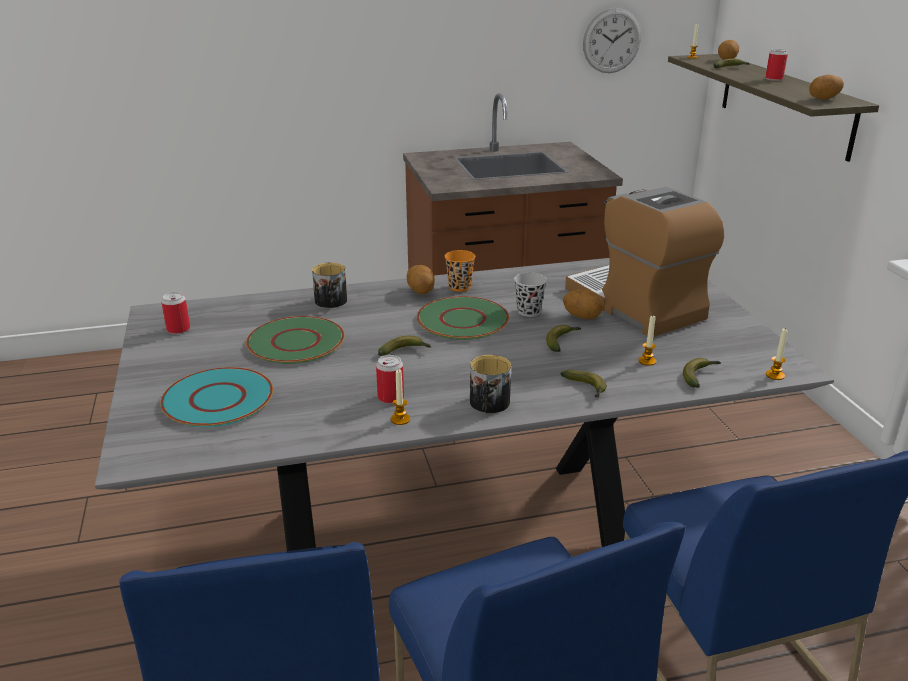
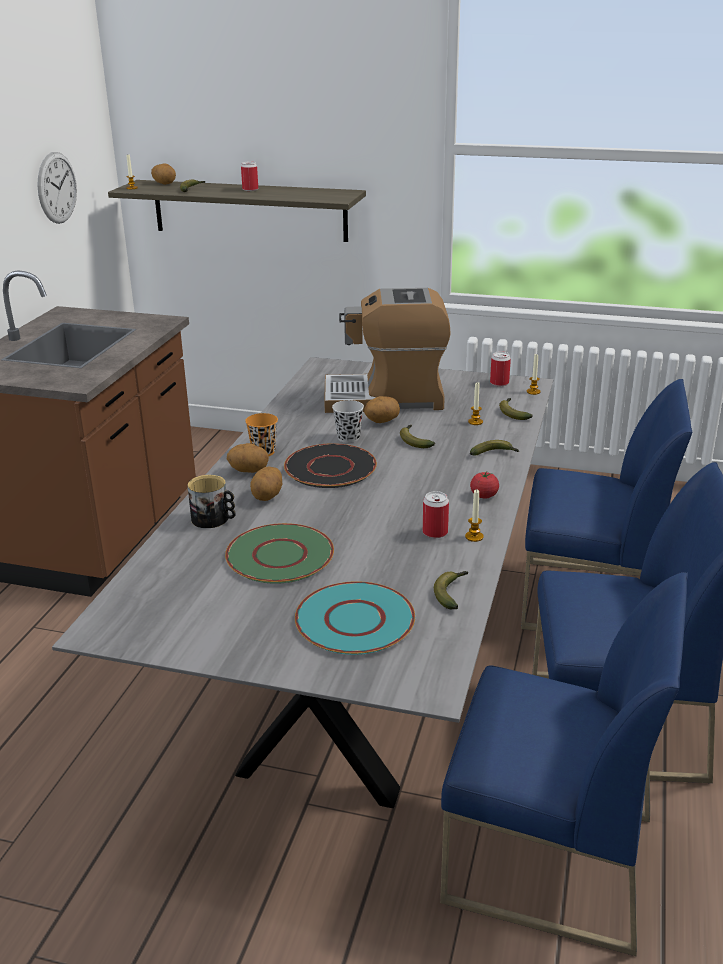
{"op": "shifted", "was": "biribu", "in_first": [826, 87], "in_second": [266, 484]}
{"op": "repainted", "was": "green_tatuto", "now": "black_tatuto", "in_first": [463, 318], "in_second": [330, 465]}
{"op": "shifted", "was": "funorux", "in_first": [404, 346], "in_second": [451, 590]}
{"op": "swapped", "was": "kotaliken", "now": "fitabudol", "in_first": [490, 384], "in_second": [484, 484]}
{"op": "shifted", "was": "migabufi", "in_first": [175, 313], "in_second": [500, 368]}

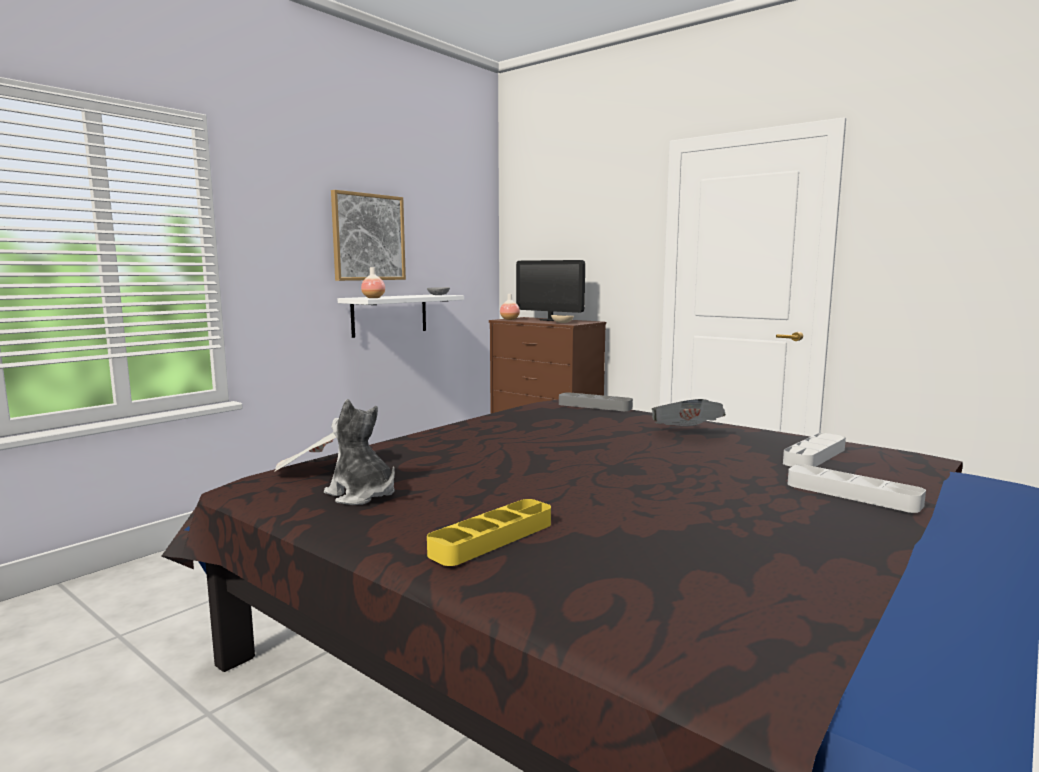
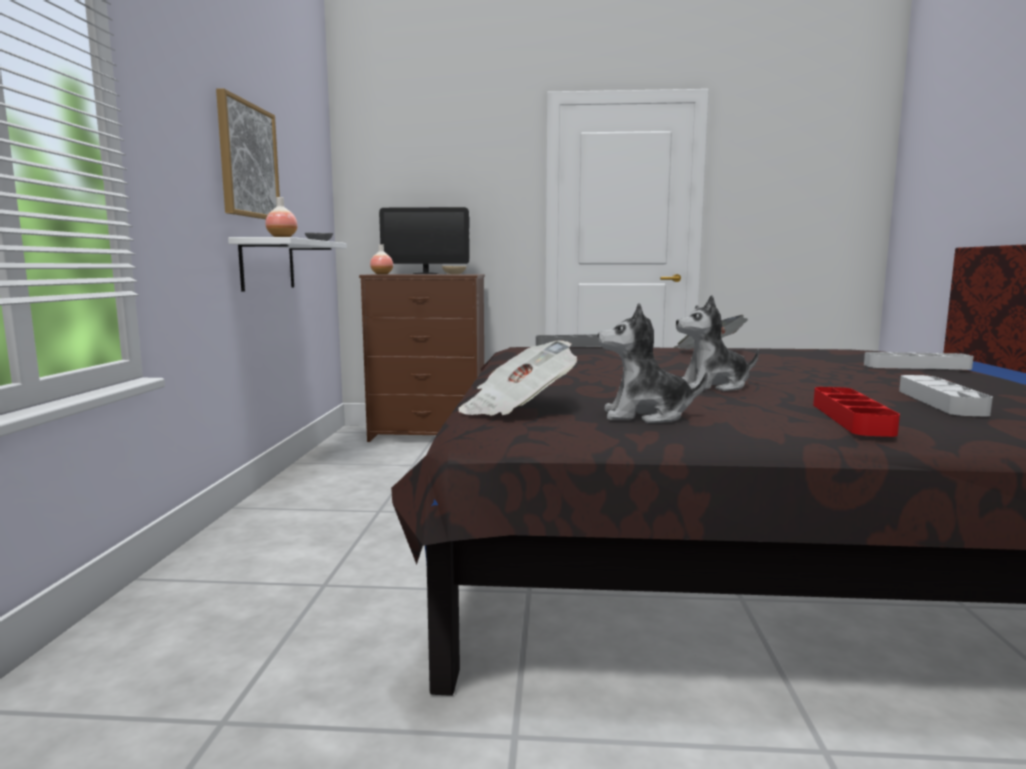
{"op": "new", "now": "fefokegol", "in_second": [717, 343]}
{"op": "repainted", "was": "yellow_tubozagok", "now": "red_tubozagok", "in_first": [489, 532], "in_second": [856, 412]}
{"op": "shifted", "was": "grey_tubozagok", "in_first": [814, 450], "in_second": [946, 396]}

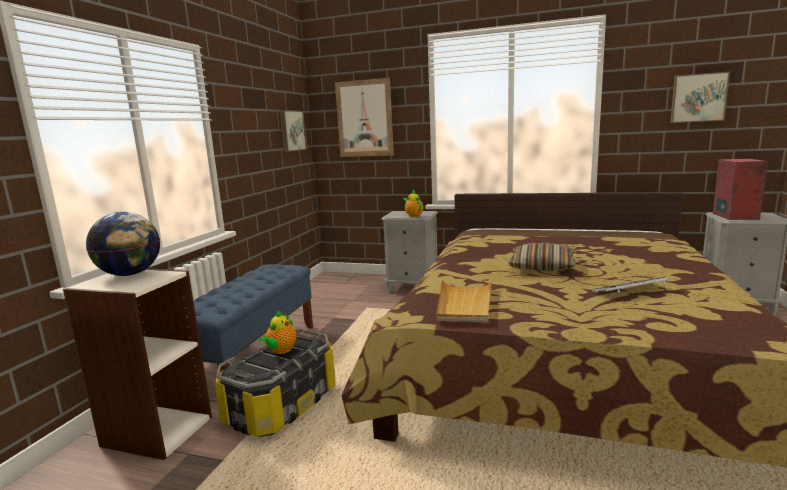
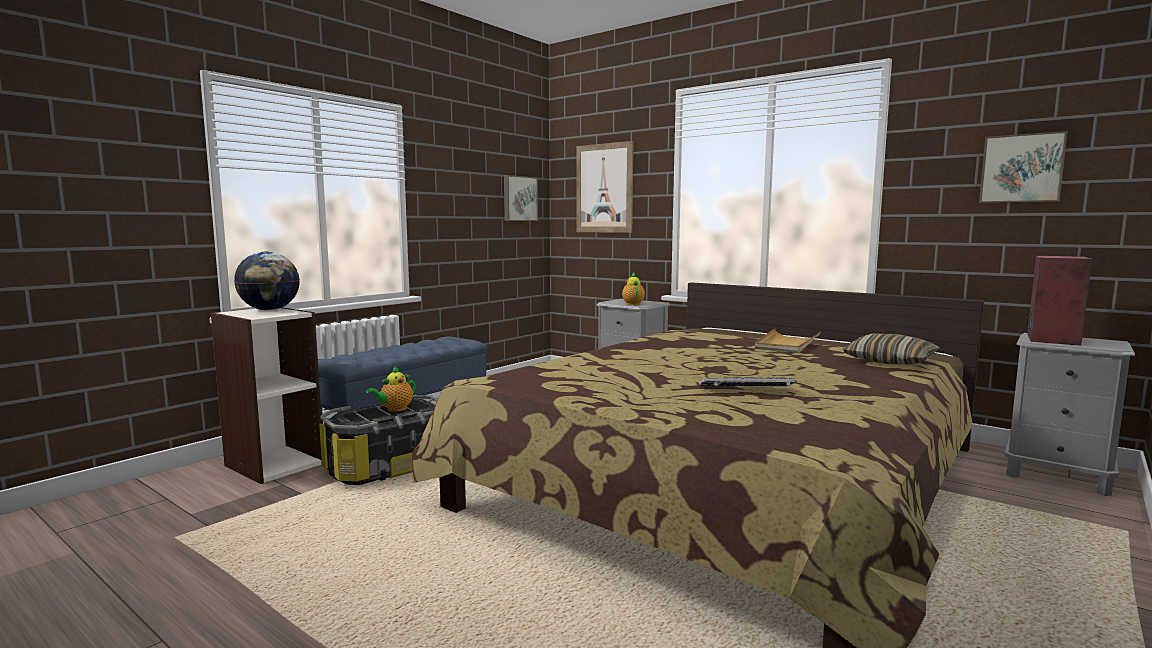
{"op": "shifted", "was": "beige_tubozagok", "in_first": [464, 301], "in_second": [788, 341]}
{"op": "shifted", "was": "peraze", "in_first": [542, 256], "in_second": [891, 349]}

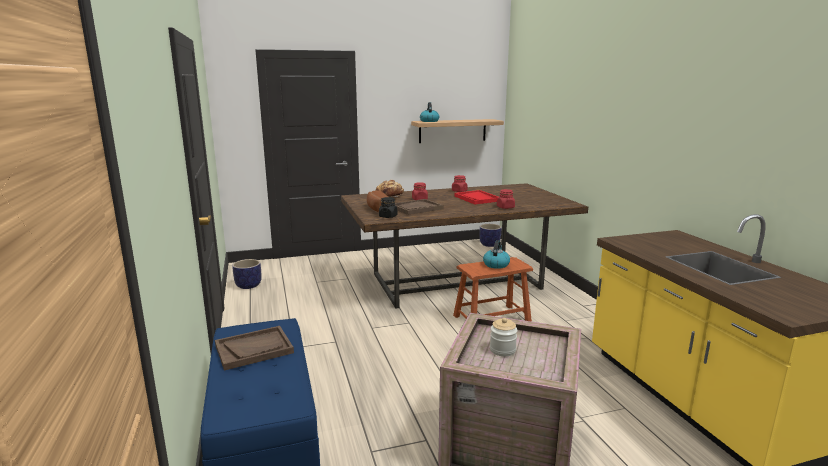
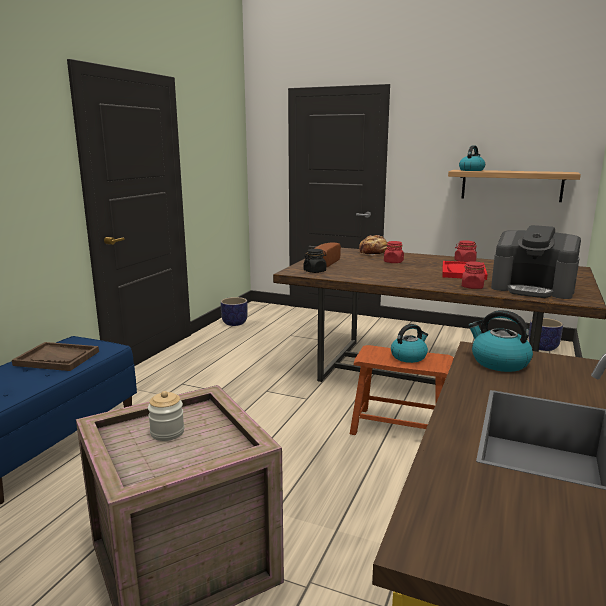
{"op": "new", "now": "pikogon", "in_second": [500, 341]}
{"op": "new", "now": "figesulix", "in_second": [536, 262]}
{"op": "gone", "was": "brown_tubozagok", "in_first": [419, 207]}

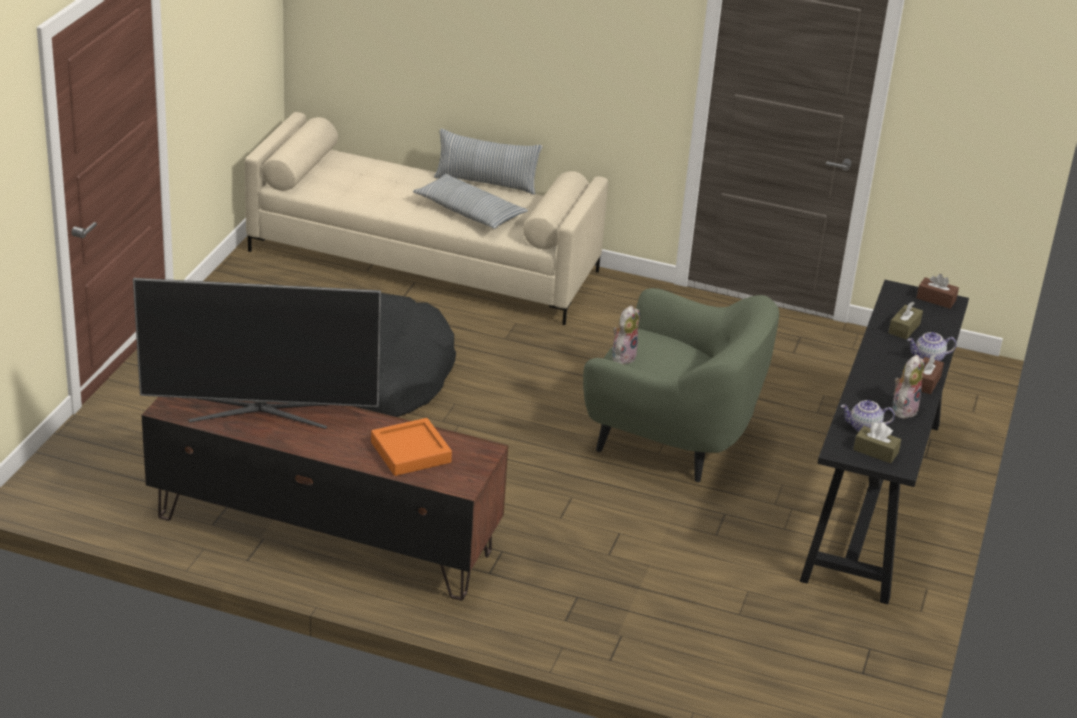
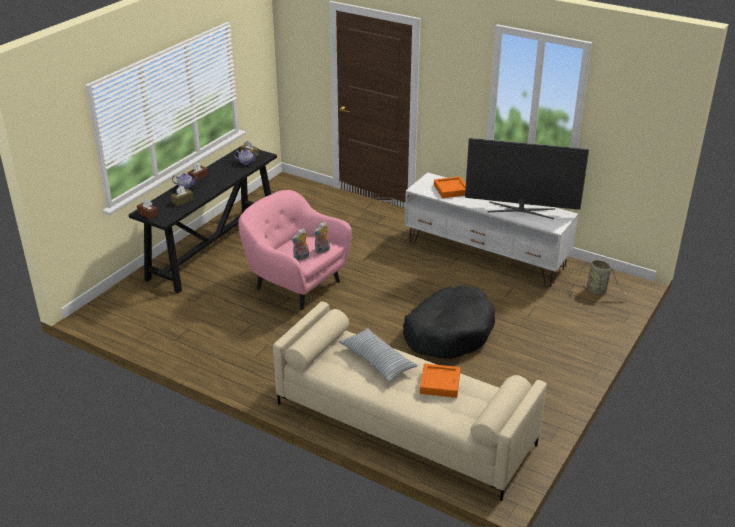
{"op": "repainted", "was": "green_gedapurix", "now": "pink_gedapurix", "in_first": [681, 385], "in_second": [295, 250]}
{"op": "shifted", "was": "fefokegol", "in_first": [908, 387], "in_second": [300, 244]}
{"op": "repainted", "was": "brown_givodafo", "now": "white_givodafo", "in_first": [325, 499], "in_second": [491, 229]}
{"op": "new", "now": "orange_tubozagok", "in_second": [440, 380]}
{"op": "new", "now": "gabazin", "in_second": [601, 277]}
{"op": "gone", "was": "peraze", "in_first": [488, 161]}

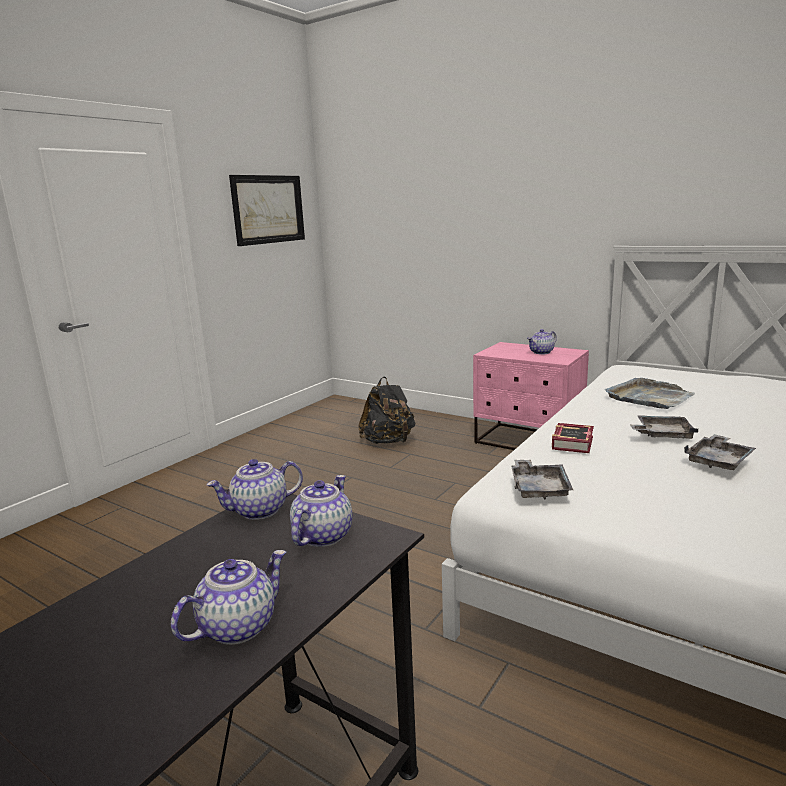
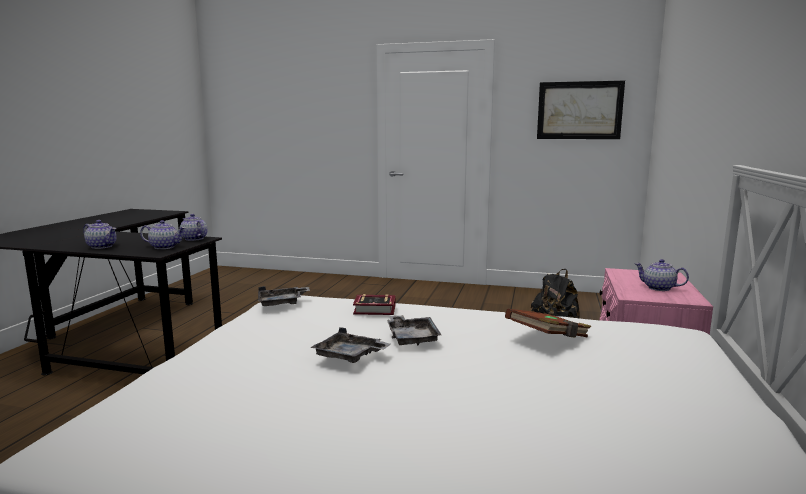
{"op": "swapped", "was": "grey_tubozagok", "now": "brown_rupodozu", "in_first": [650, 393], "in_second": [548, 323]}

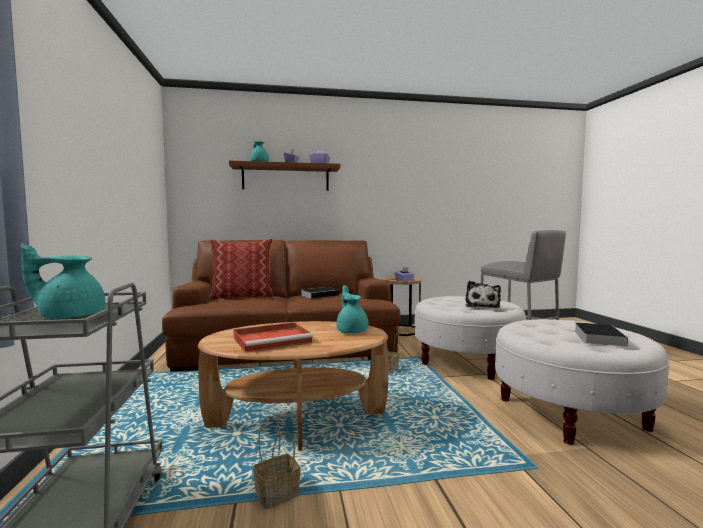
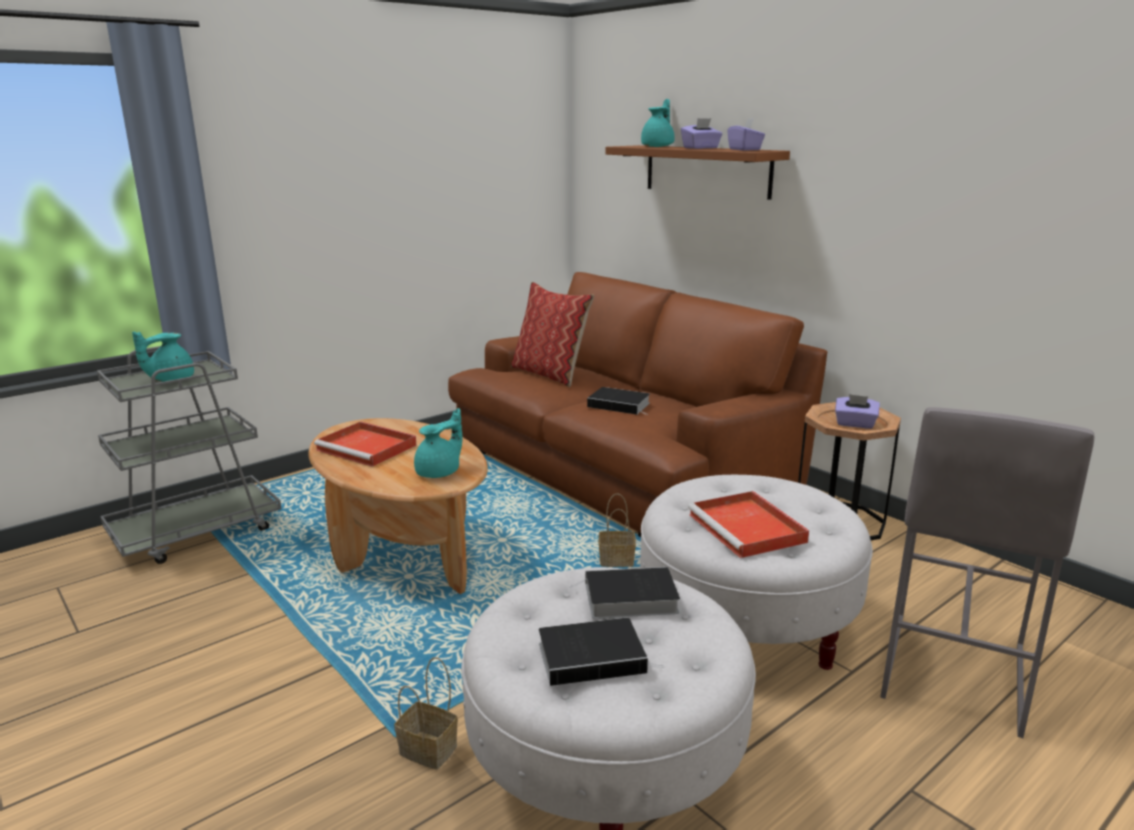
{"op": "rotated", "was": "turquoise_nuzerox", "in_first": [63, 281], "in_second": [163, 357], "clockwise": -105}
{"op": "shifted", "was": "gabazin", "in_first": [277, 462], "in_second": [426, 713]}
{"op": "new", "now": "rupodozu", "in_second": [625, 592]}
{"op": "swapped", "was": "fefokegol", "now": "red_tubozagok", "in_first": [483, 294], "in_second": [748, 524]}

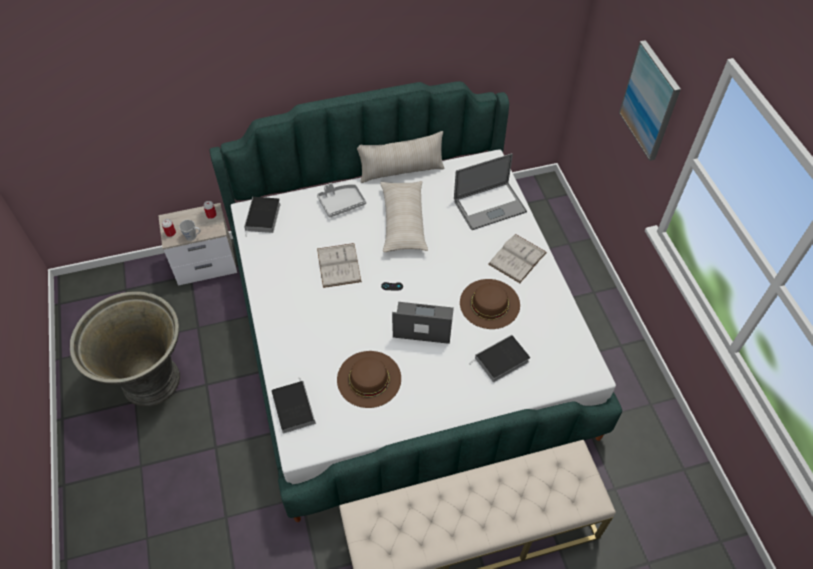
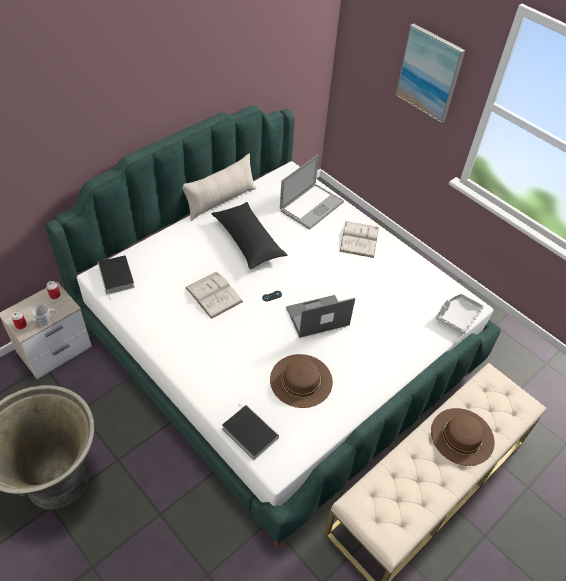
{"op": "repainted", "was": "beige_peraze", "now": "black_peraze", "in_first": [404, 216], "in_second": [249, 235]}
{"op": "shifted", "was": "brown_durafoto", "in_first": [490, 304], "in_second": [463, 437]}
{"op": "shifted", "was": "grey_tubozagok", "in_first": [341, 200], "in_second": [460, 314]}
{"op": "gone", "was": "rupodozu", "in_first": [500, 358]}

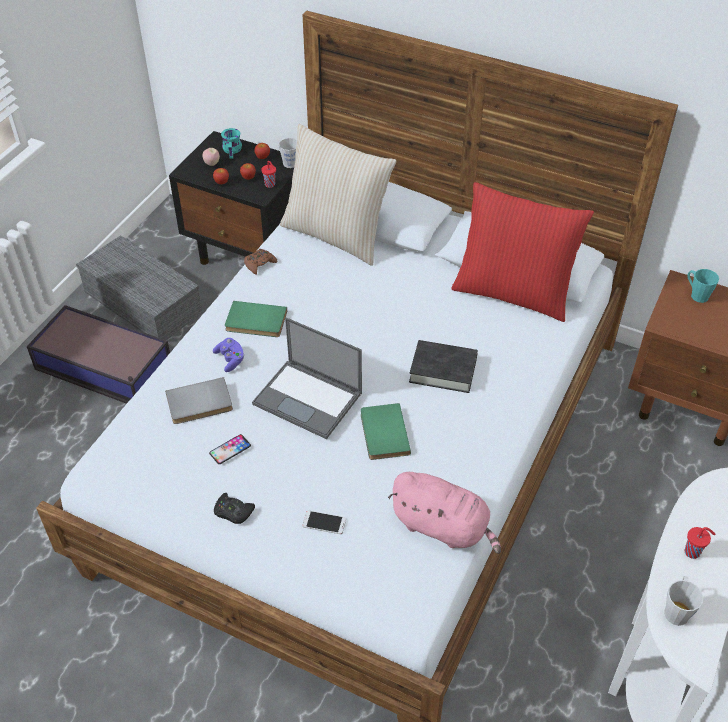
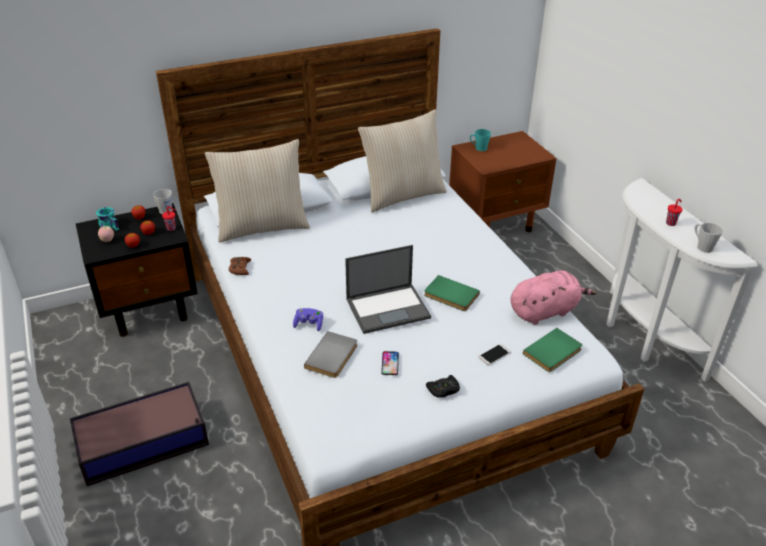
{"op": "repainted", "was": "red_peraze", "now": "beige_peraze", "in_first": [522, 252], "in_second": [402, 160]}
{"op": "shifted", "was": "green_rupodozu", "in_first": [256, 319], "in_second": [552, 350]}
{"op": "gone", "was": "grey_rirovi", "in_first": [139, 287]}
{"op": "gone", "was": "black_rupodozu", "in_first": [443, 366]}

